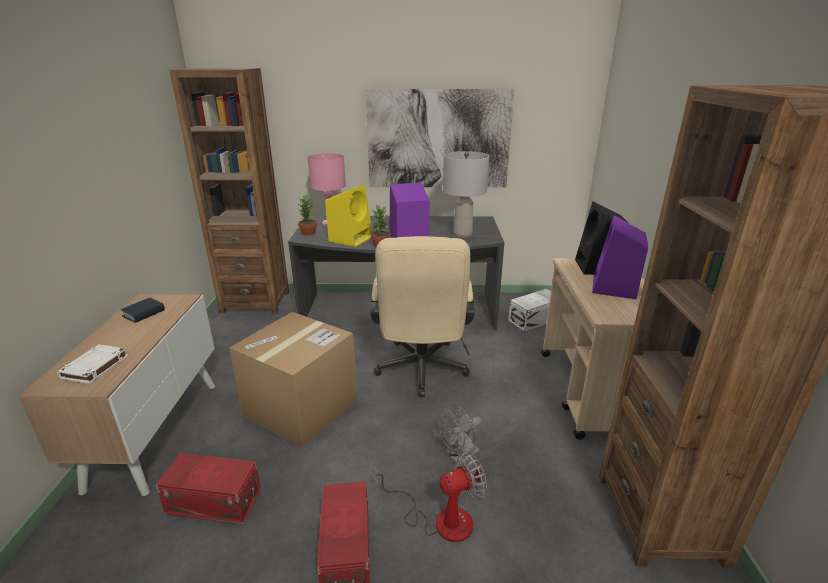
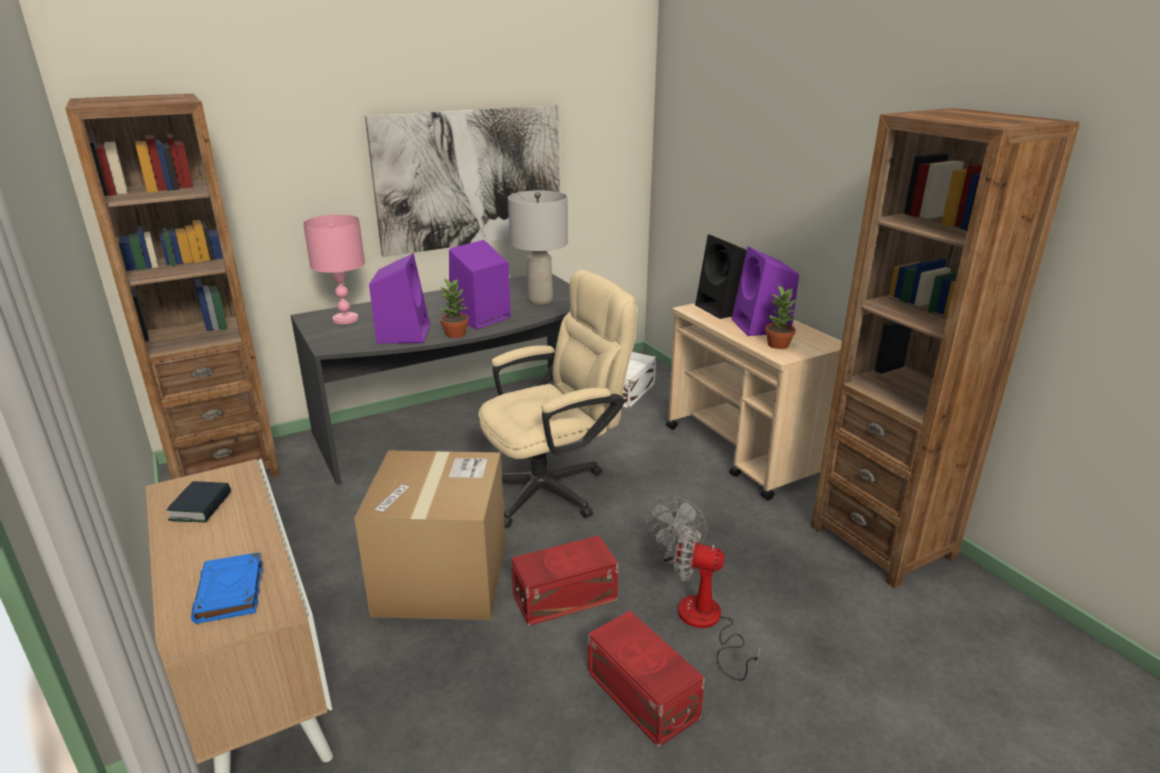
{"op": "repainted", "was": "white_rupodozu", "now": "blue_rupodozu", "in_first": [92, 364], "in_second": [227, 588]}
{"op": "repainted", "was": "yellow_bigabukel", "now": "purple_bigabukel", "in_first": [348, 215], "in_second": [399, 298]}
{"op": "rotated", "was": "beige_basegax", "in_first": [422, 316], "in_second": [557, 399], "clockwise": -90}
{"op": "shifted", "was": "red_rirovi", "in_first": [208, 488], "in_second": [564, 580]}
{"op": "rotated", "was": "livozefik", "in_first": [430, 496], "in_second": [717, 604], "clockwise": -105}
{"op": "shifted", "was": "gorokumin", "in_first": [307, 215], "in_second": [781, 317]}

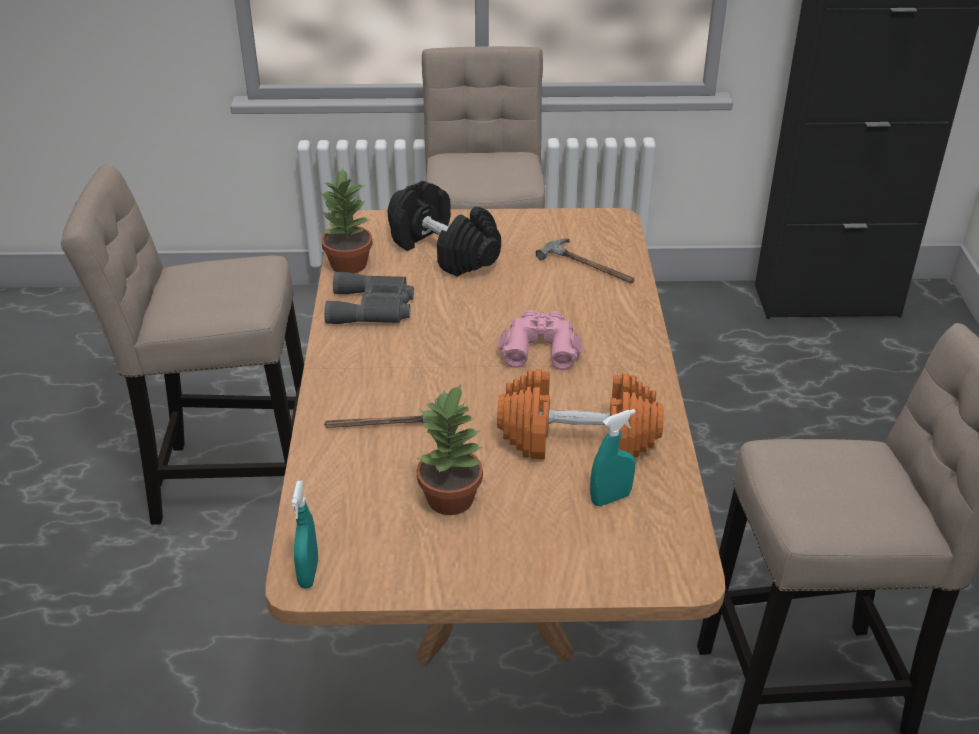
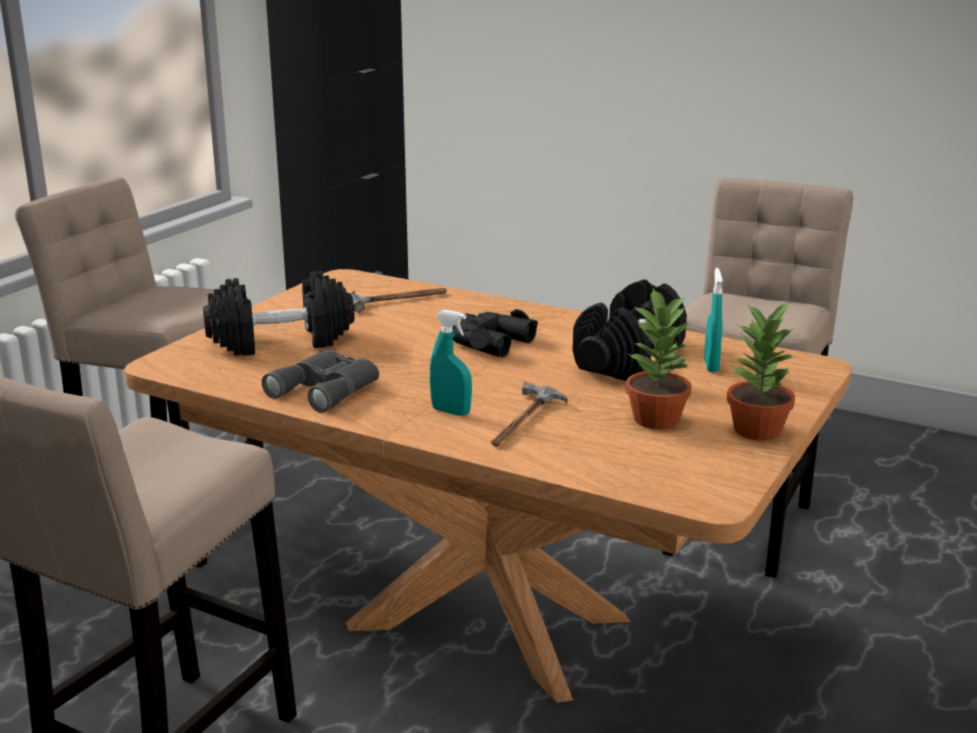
{"op": "shifted", "was": "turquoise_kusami", "in_first": [304, 535], "in_second": [450, 363]}
{"op": "repainted", "was": "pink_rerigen", "now": "black_rerigen", "in_first": [540, 340], "in_second": [495, 333]}
{"op": "repainted", "was": "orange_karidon", "now": "black_karidon", "in_first": [580, 414], "in_second": [630, 330]}
{"op": "shifted", "was": "gorokumin", "in_first": [346, 220], "in_second": [761, 371]}

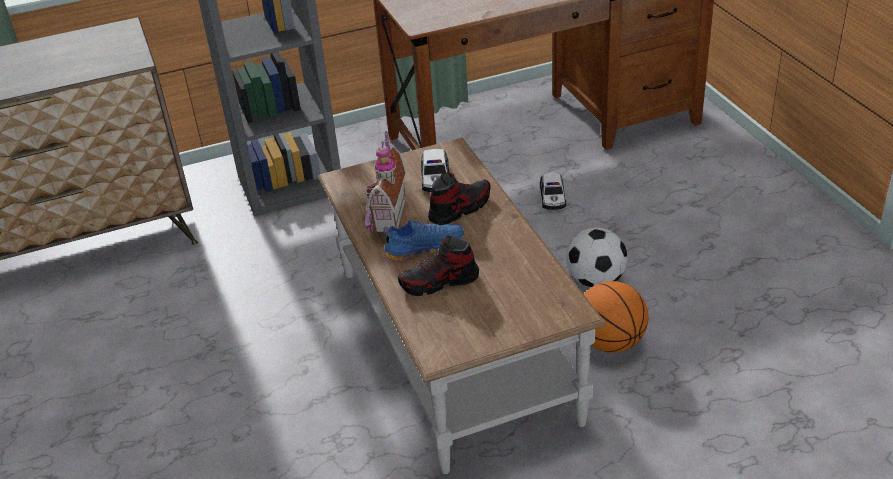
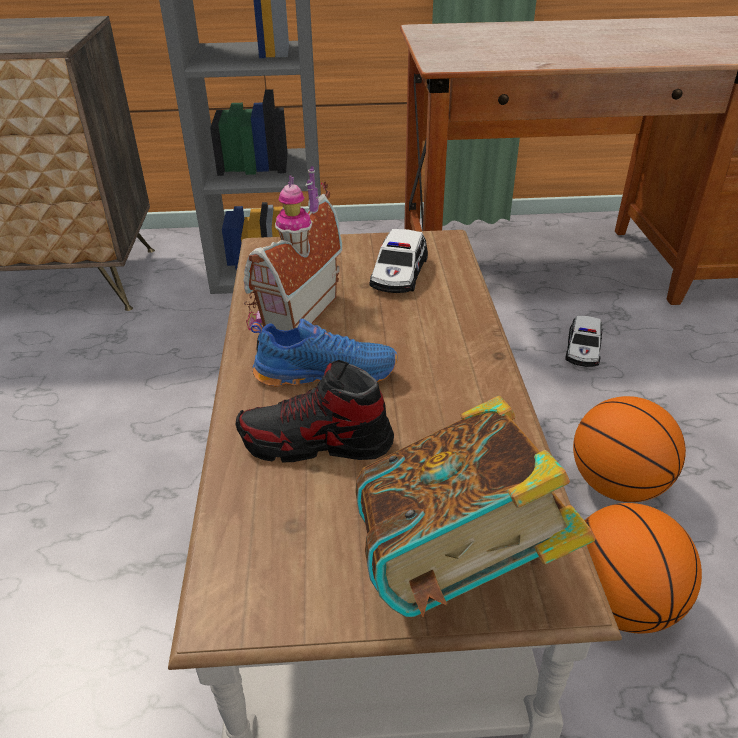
{"op": "new", "now": "rupodozu", "in_second": [475, 506]}
{"op": "swapped", "was": "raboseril", "now": "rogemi", "in_first": [596, 257], "in_second": [629, 449]}
{"op": "gone", "was": "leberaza", "in_first": [459, 198]}

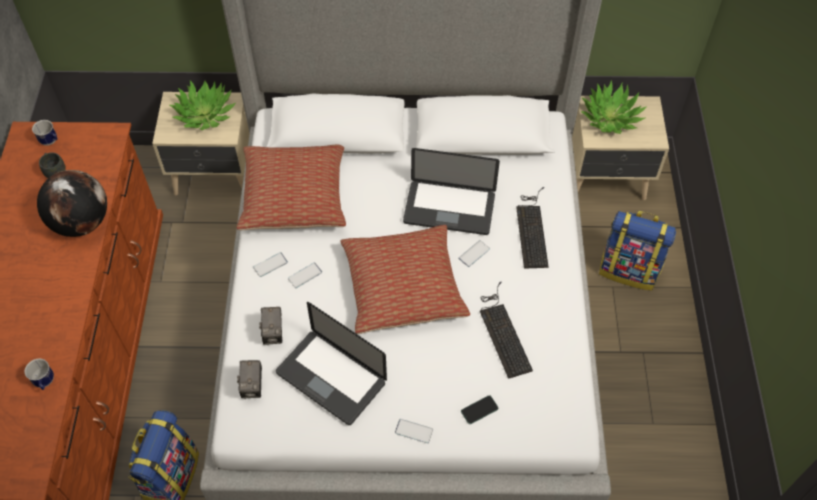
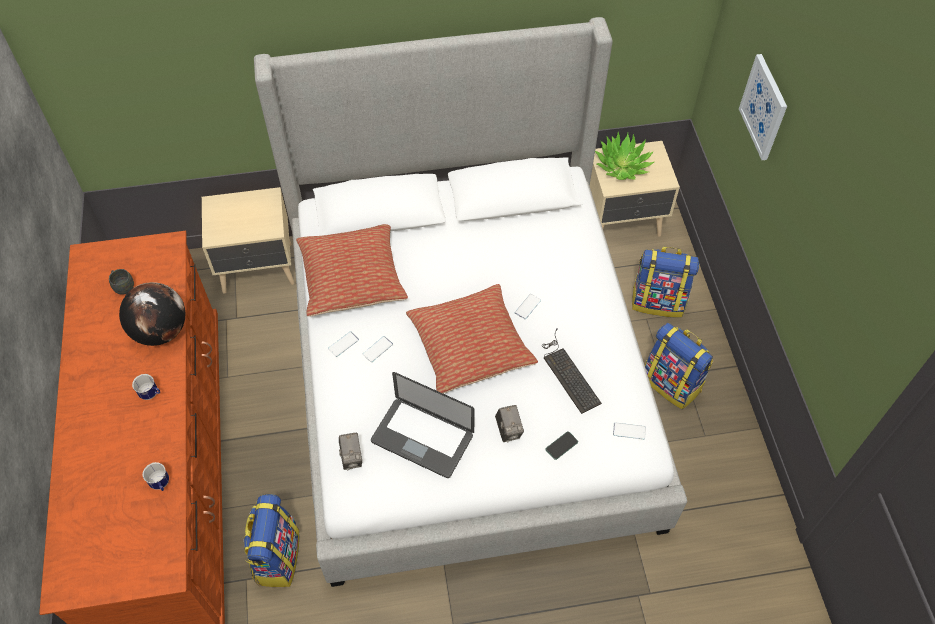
{"op": "shifted", "was": "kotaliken", "in_first": [45, 133], "in_second": [146, 387]}
{"op": "shifted", "was": "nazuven", "in_first": [270, 326], "in_second": [509, 424]}
{"op": "shifted", "was": "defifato", "in_first": [414, 431], "in_second": [629, 430]}
{"op": "new", "now": "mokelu", "in_second": [679, 366]}
{"op": "new", "now": "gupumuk", "in_second": [763, 107]}
{"op": "gone", "was": "gorokumin", "in_first": [203, 105]}
{"op": "gone", "was": "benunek", "in_first": [451, 191]}
{"op": "gone", "was": "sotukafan", "in_first": [532, 228]}

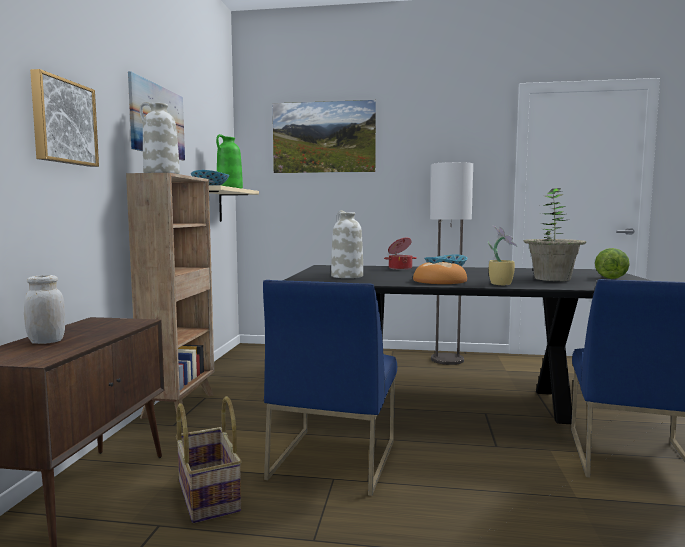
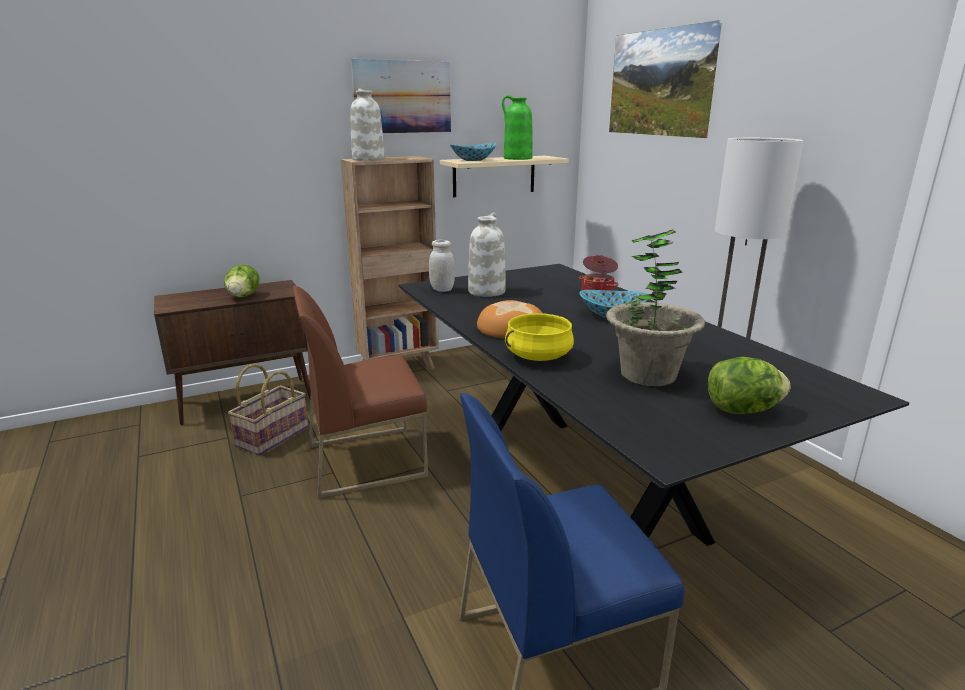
{"op": "new", "now": "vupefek", "in_second": [242, 281]}
{"op": "repainted", "was": "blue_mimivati", "now": "brown_mimivati", "in_first": [330, 388], "in_second": [360, 392]}
{"op": "shifted", "was": "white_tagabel", "in_first": [44, 309], "in_second": [442, 266]}
{"op": "swapped", "was": "gorokumin", "now": "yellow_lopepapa", "in_first": [502, 255], "in_second": [539, 337]}
{"op": "gone", "was": "gupumuk", "in_first": [64, 118]}

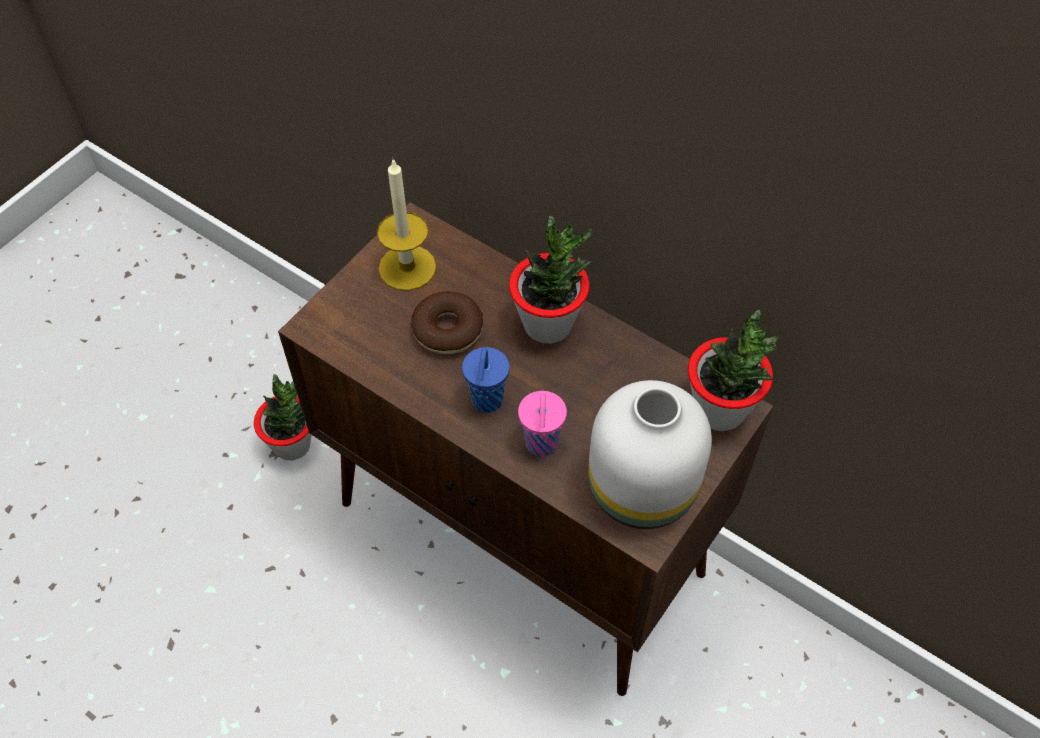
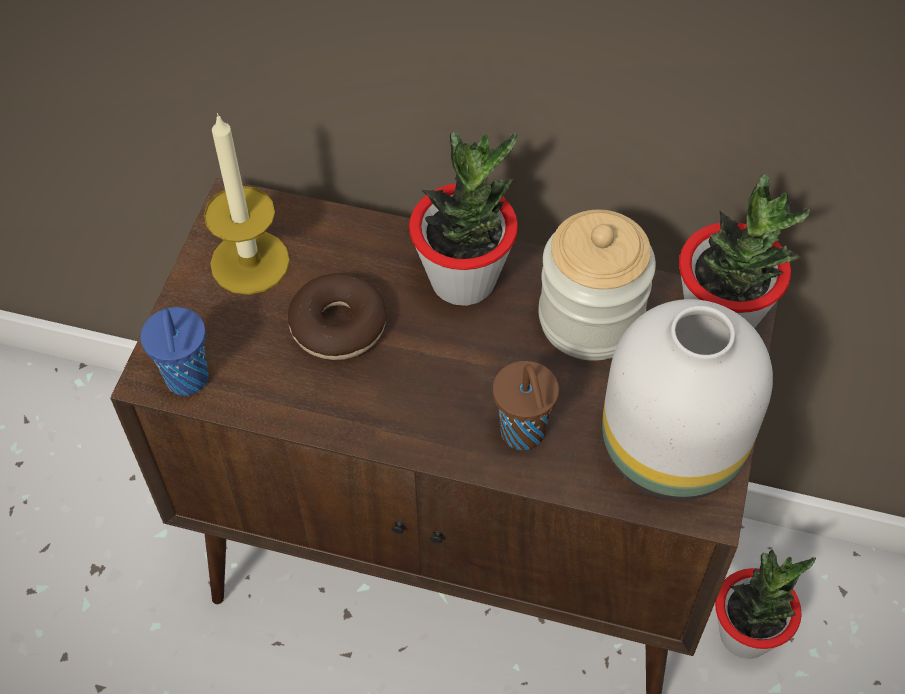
{"op": "shifted", "was": "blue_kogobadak", "in_first": [485, 380], "in_second": [174, 351]}
{"op": "repainted", "was": "pink_kogobadak", "now": "brown_kogobadak", "in_first": [542, 424], "in_second": [526, 405]}
{"op": "new", "now": "tagabel", "in_second": [597, 285]}
{"op": "shifted", "was": "gorokumin", "in_first": [282, 417], "in_second": [765, 604]}

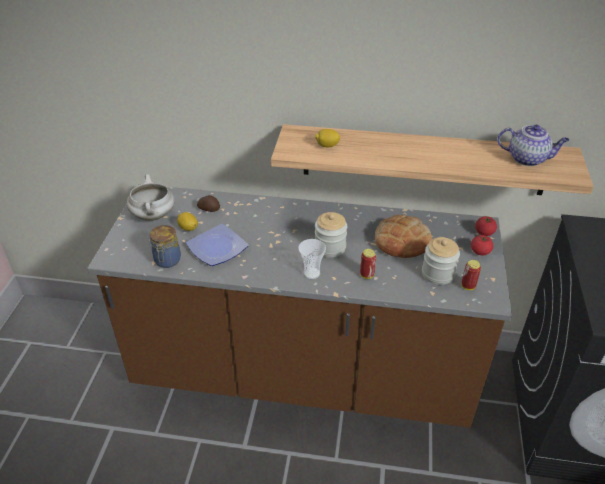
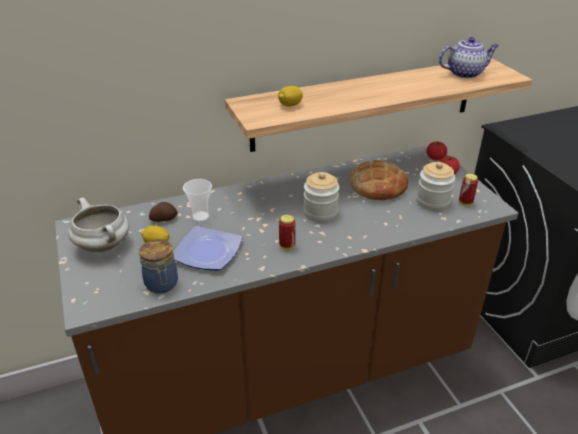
{"op": "shifted", "was": "kogobadak", "in_first": [312, 259], "in_second": [197, 200]}
{"op": "shifted", "was": "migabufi", "in_first": [368, 264], "in_second": [287, 232]}

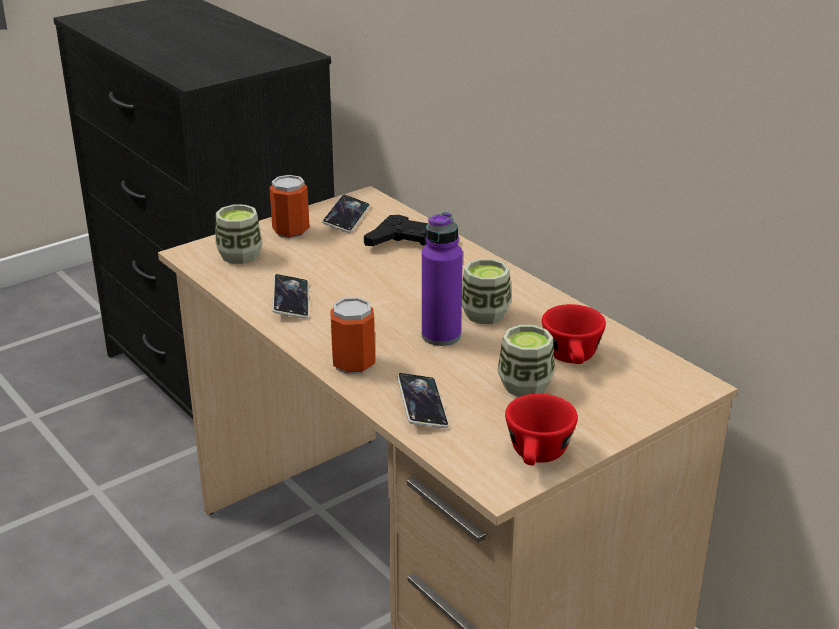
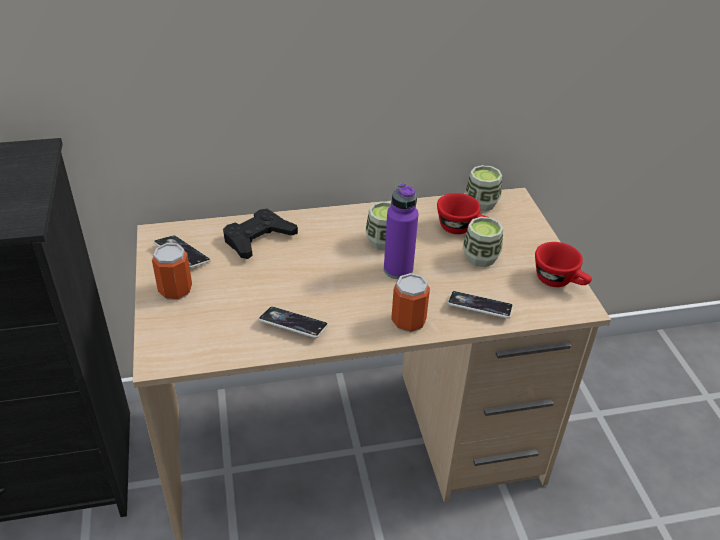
{"op": "shifted", "was": "kogobadak", "in_first": [239, 234], "in_second": [483, 188]}

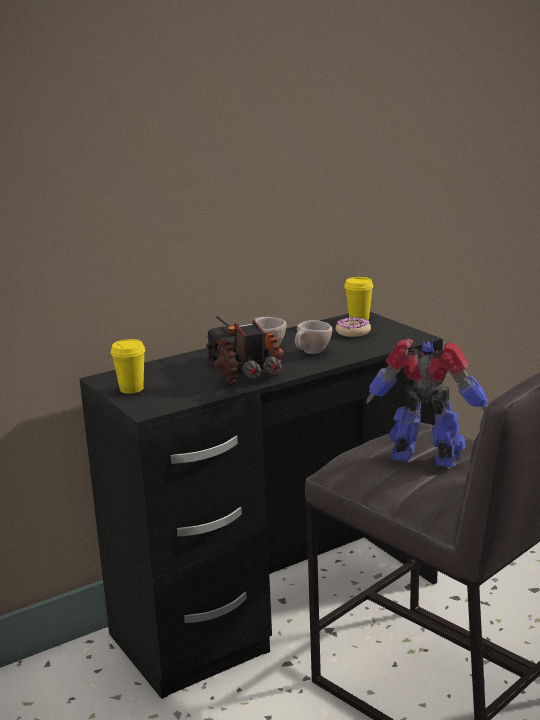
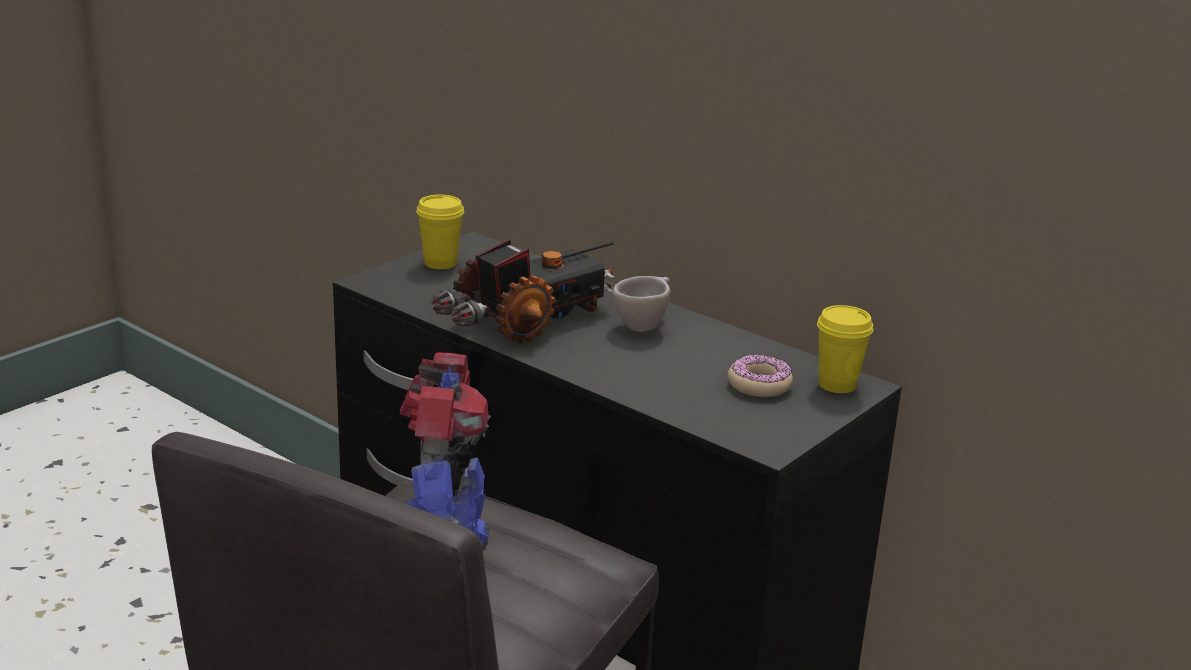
{"op": "gone", "was": "beige_kogobadak", "in_first": [313, 337]}

